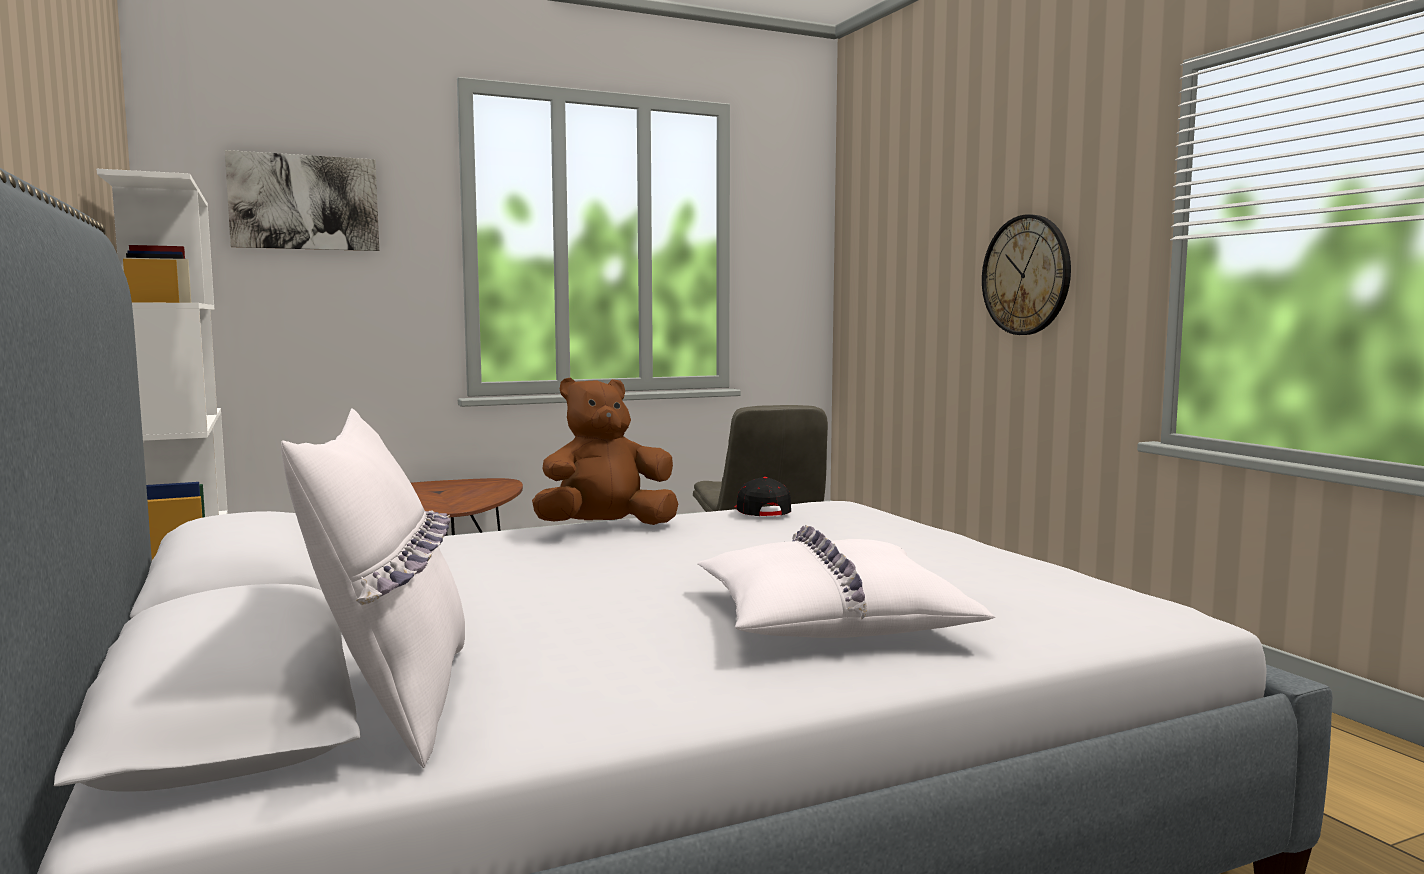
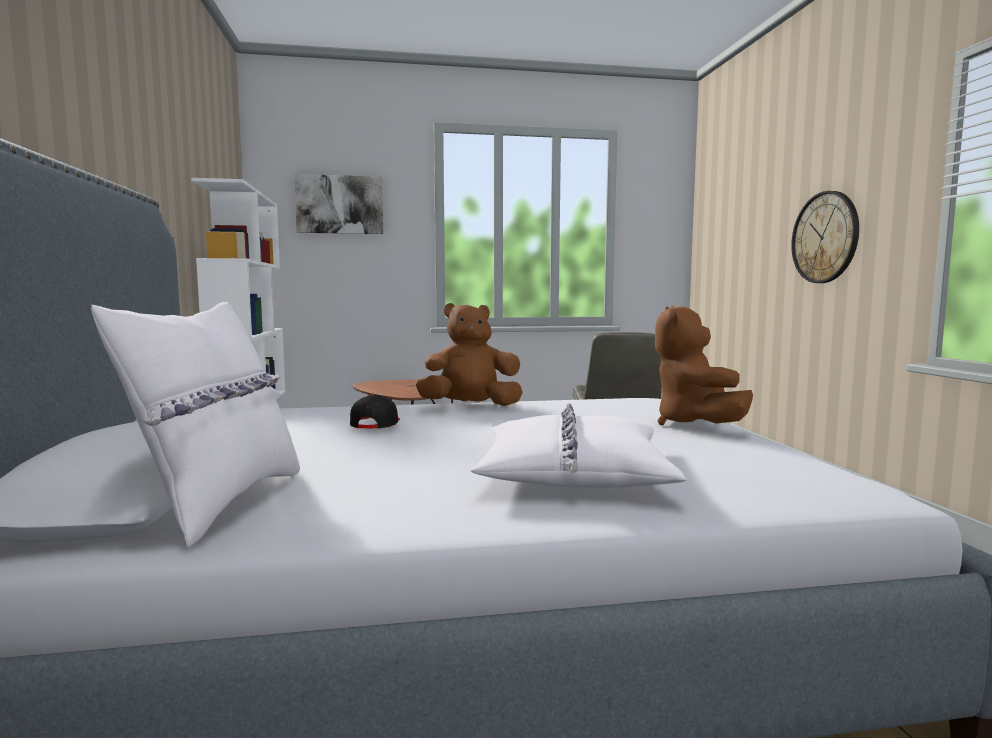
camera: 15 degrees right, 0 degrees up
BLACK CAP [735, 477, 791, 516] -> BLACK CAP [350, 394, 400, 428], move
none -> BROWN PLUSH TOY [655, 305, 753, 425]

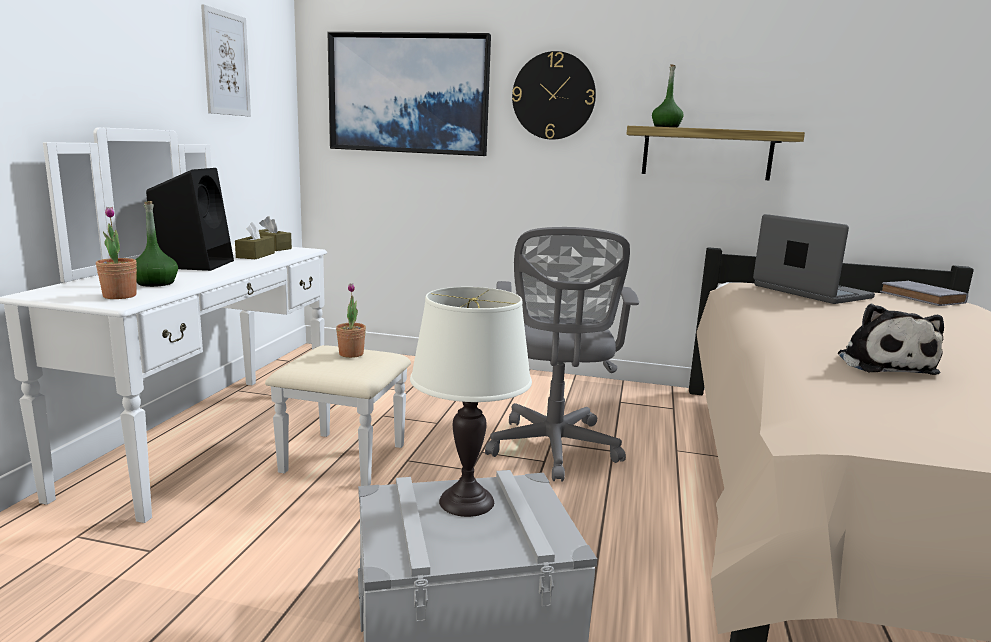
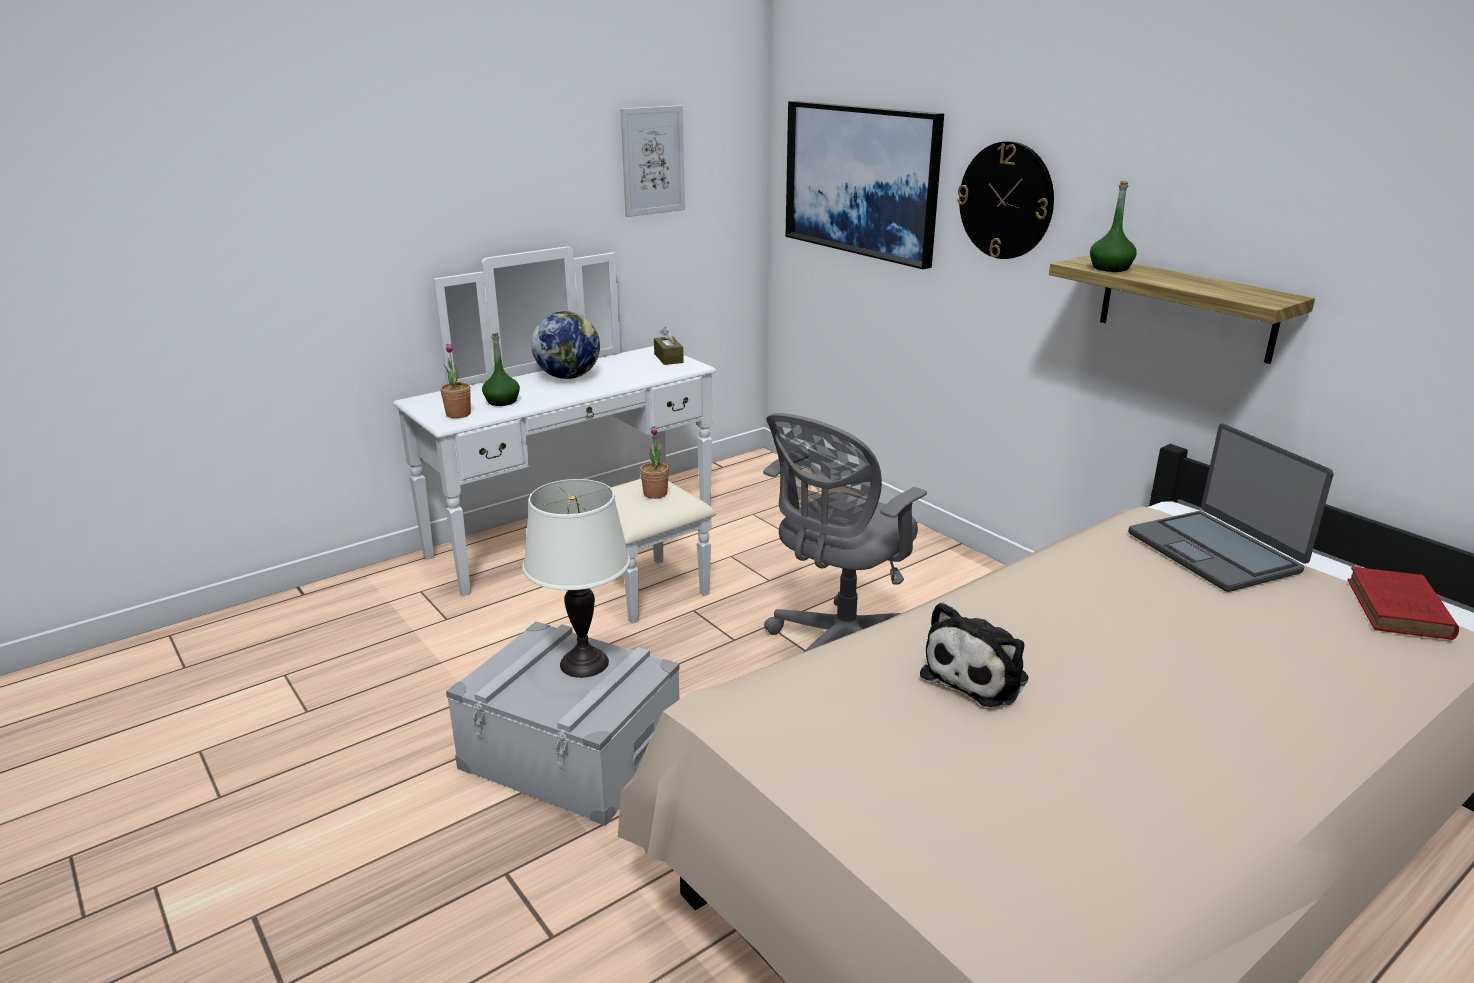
camera: 40 degrees right, 10 degrees up
BLACK SPEAKER [146, 168, 234, 271] -> GLOBE [531, 311, 600, 379]
LAPTOP [753, 214, 875, 304] -> LAPTOP [1128, 424, 1334, 592], 150 degrees clockwise
BROWN TISSUE BOX [235, 221, 275, 259] -> none
GREY BOOK [880, 281, 968, 306] -> RED BOOK [1347, 567, 1459, 640]

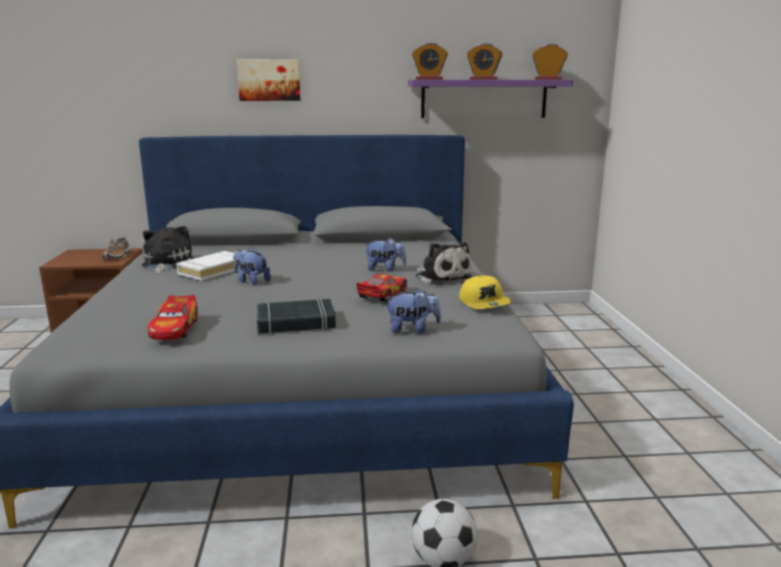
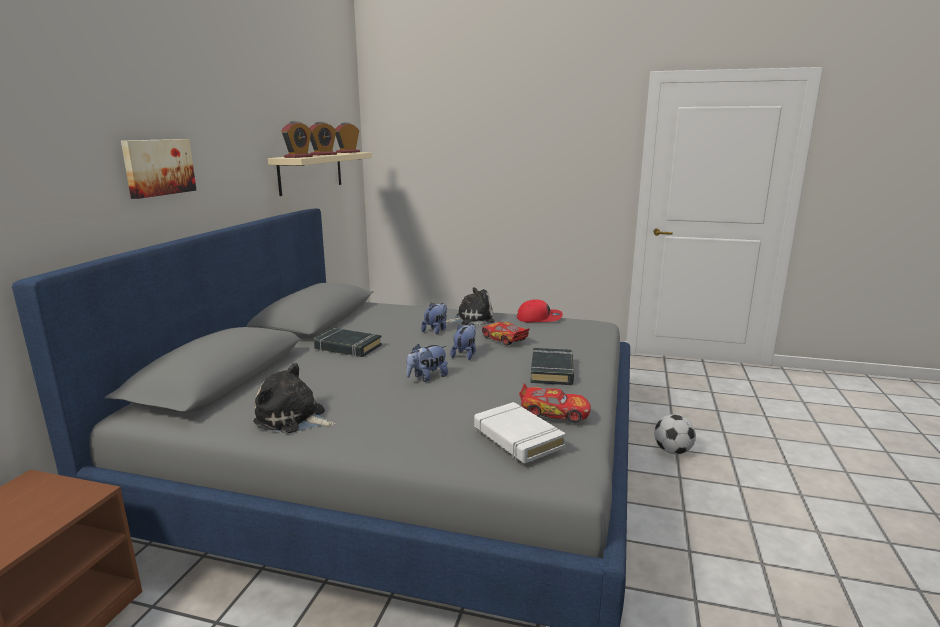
camera: 70 degrees left, 0 degrees up
PURPLE SHELF [408, 80, 573, 118] -> BEIGE SHELF [268, 152, 372, 196]
SHOE [102, 237, 131, 260] -> none
WHITE BOOK [176, 251, 235, 281] -> WHITE BOOK [474, 402, 566, 463], move
YELLOW CAP [459, 275, 512, 309] -> RED CAP [517, 299, 563, 322]
PLUSH TOY [385, 288, 441, 333] -> PLUSH TOY [450, 324, 476, 360], move
none -> BLACK BOOK [314, 328, 382, 357]

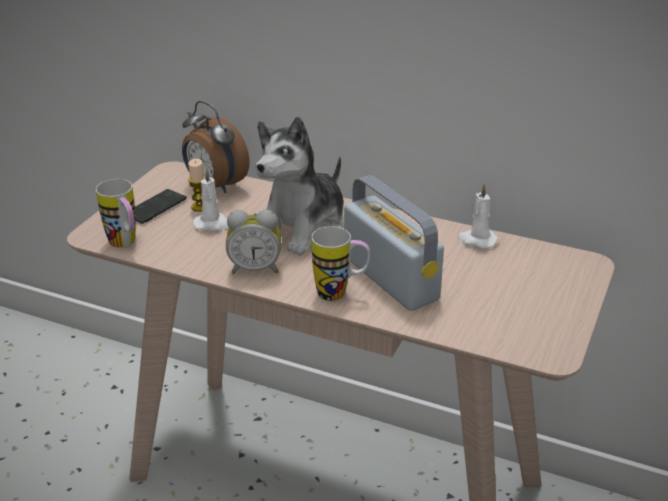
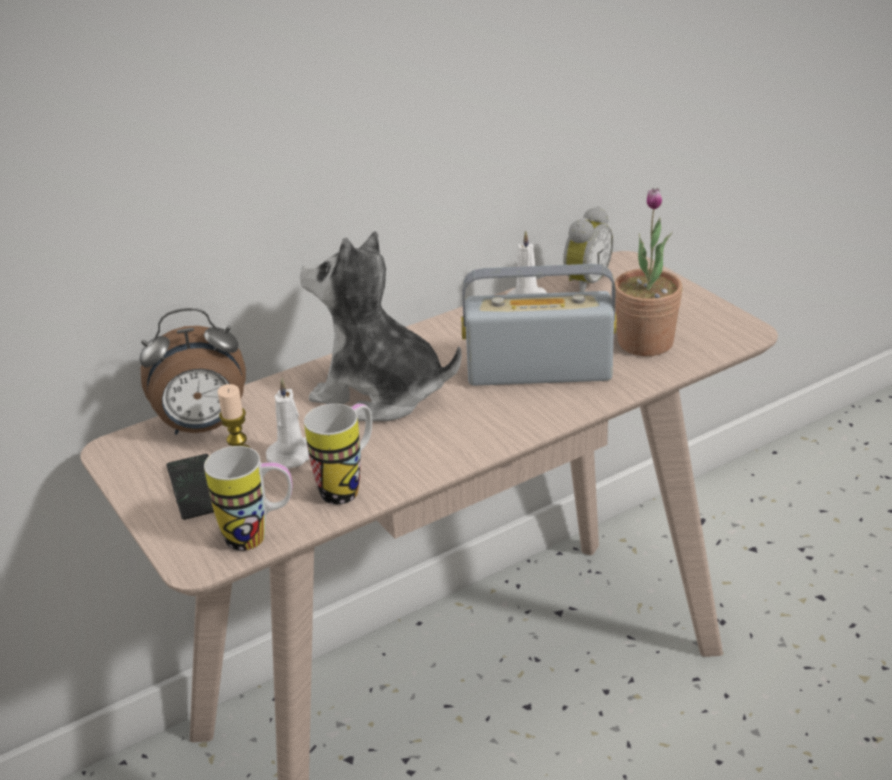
camera: 55 degrees left, 0 degrees up
PLUSH TOY [255, 116, 344, 255] -> PLUSH TOY [300, 231, 462, 421], 135 degrees clockwise
ALARM CLOCK [226, 210, 281, 274] -> ALARM CLOCK [563, 206, 613, 292], move
MUG [311, 226, 371, 301] -> MUG [304, 404, 372, 505], move
none -> POTTED PLANT [615, 188, 683, 356]

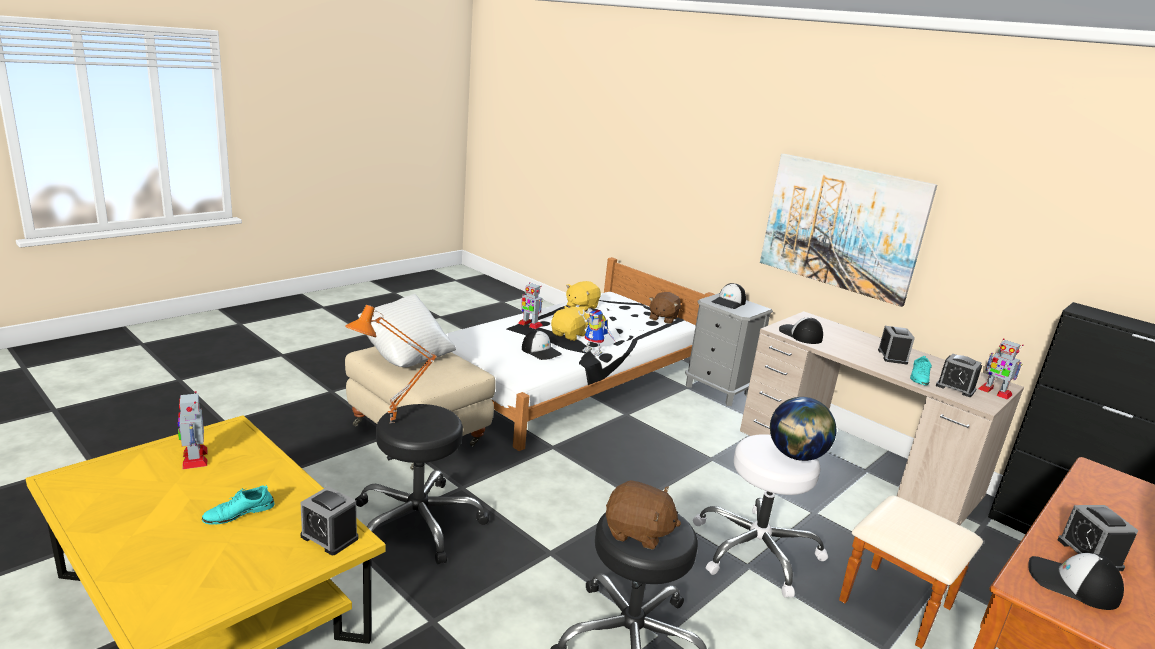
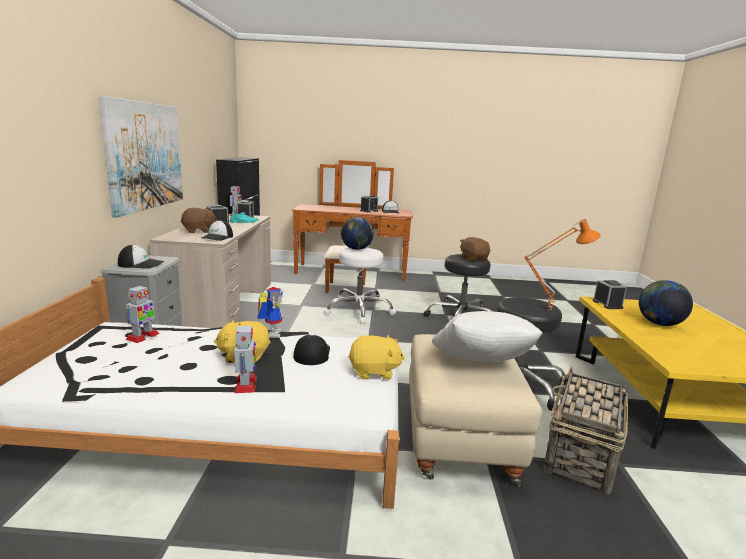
camera: 130 degrees left, 5 degrees down
YELLOW PLUSH TOY [566, 281, 601, 312] -> YELLOW PLUSH TOY [348, 335, 405, 380], move
BROWN PLUSH TOY [649, 292, 681, 324] -> BROWN PLUSH TOY [181, 208, 218, 233], move
TOY ROBOT [178, 391, 208, 469] -> TOY ROBOT [125, 284, 160, 343], move
TURQUOISE SHOE [202, 485, 275, 525] -> GLOBE [639, 280, 693, 326]
none -> BASKET [543, 367, 628, 495]

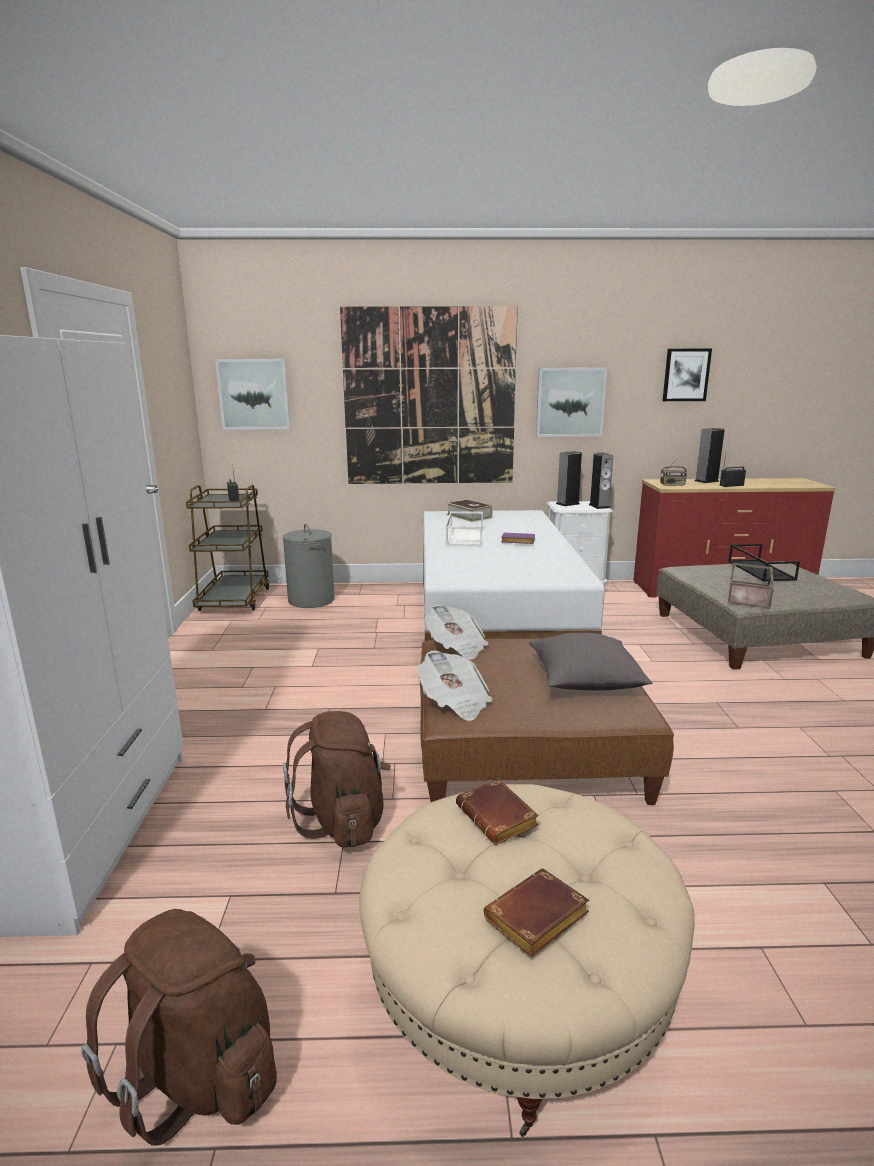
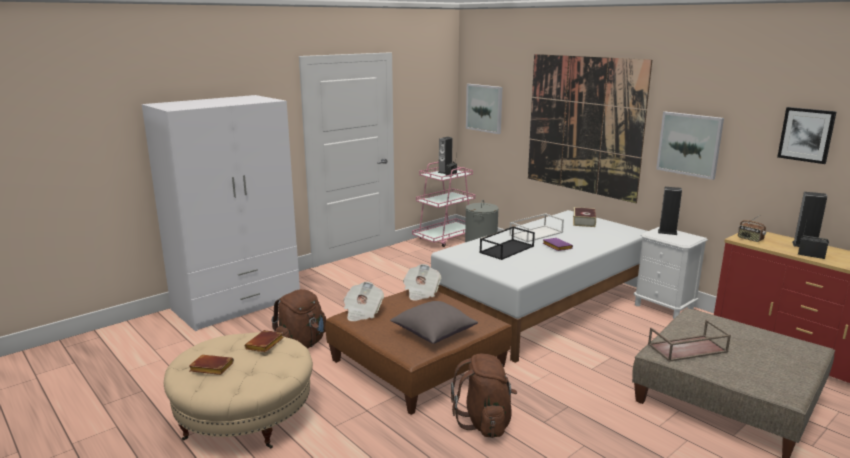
camera: 50 degrees right, 0 degrees up
SPEAKER [589, 452, 613, 509] -> SPEAKER [438, 137, 452, 174], move
BROWN CART [186, 484, 270, 611] -> PINK CART [412, 162, 475, 247]
BLACK TRAY [728, 544, 800, 581] -> BLACK TRAY [479, 226, 535, 260], move
BROWN BACKPACK [81, 909, 277, 1146] -> BROWN BACKPACK [451, 354, 517, 438], move

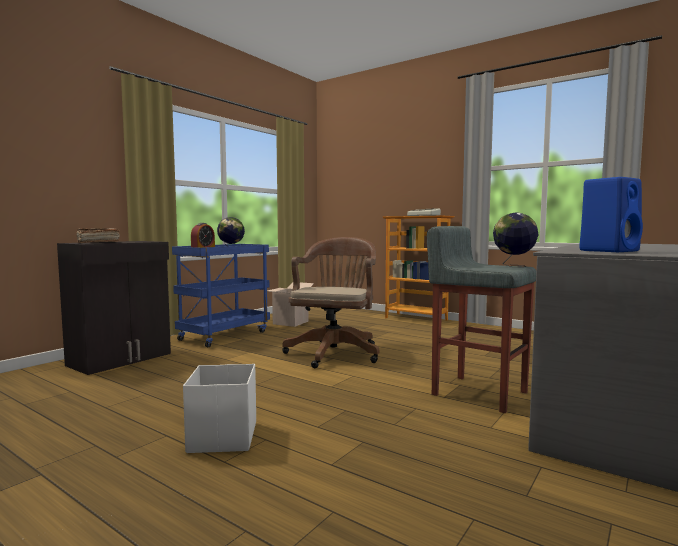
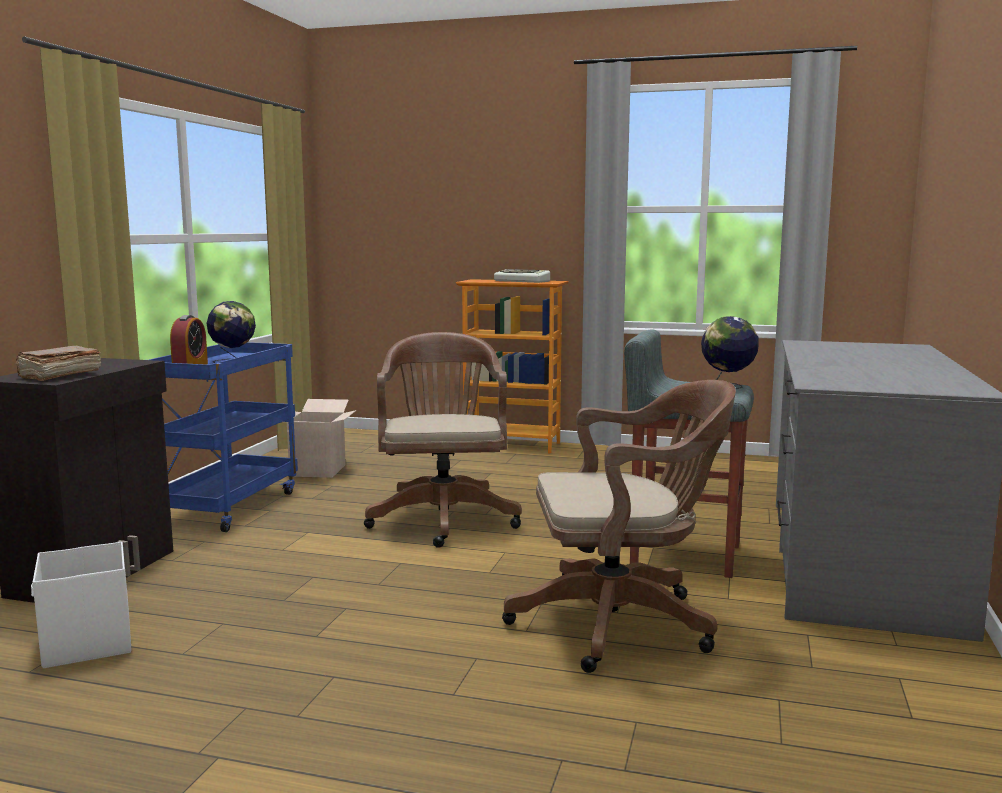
camera: 20 degrees left, 5 degrees up
BLUE SPEAKER [579, 177, 643, 252] -> none
WHITE STORAGE BOX [183, 364, 256, 453] -> WHITE STORAGE BOX [31, 542, 131, 668], move
none -> BROWN OFFICE CHAIR [502, 380, 736, 673]

